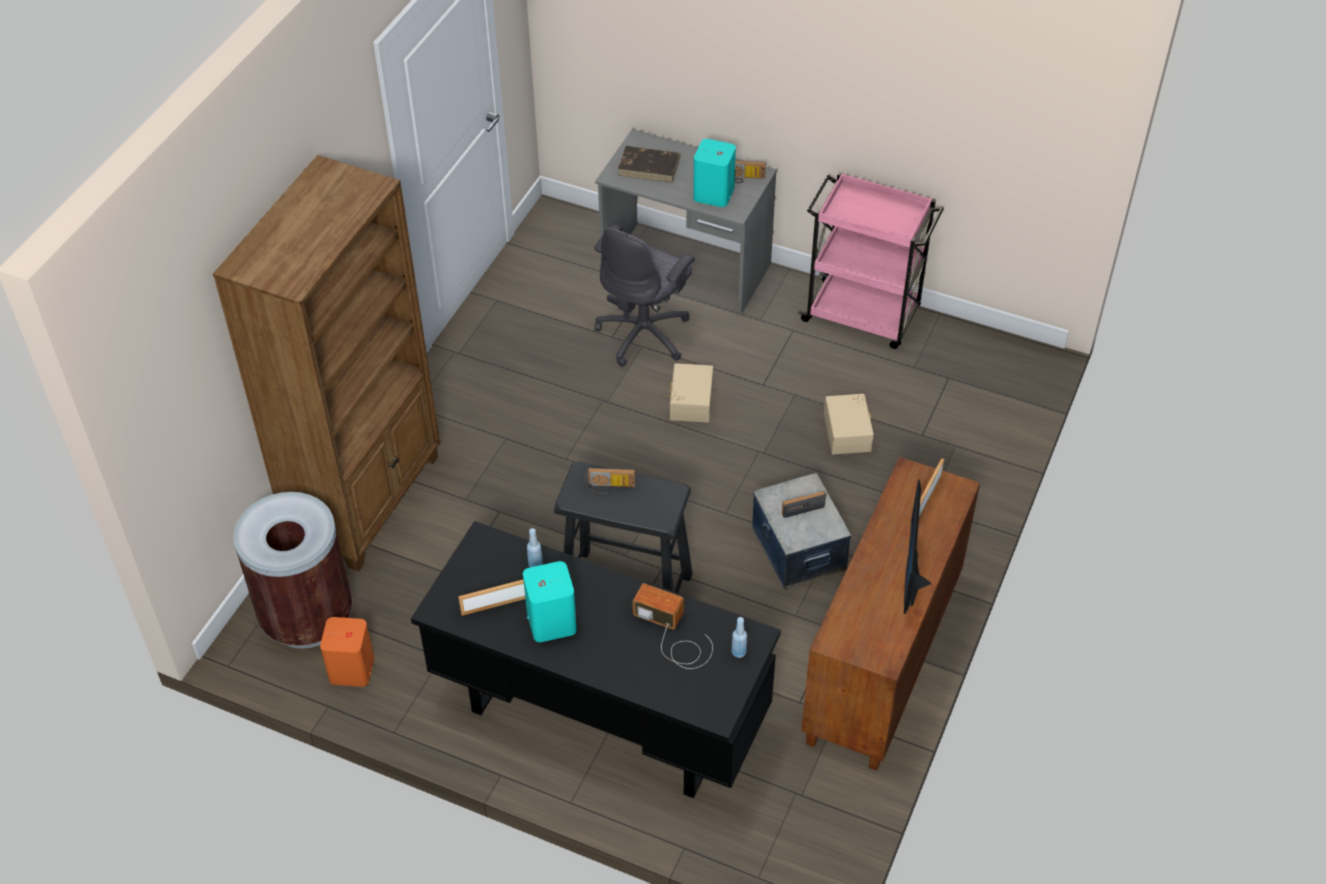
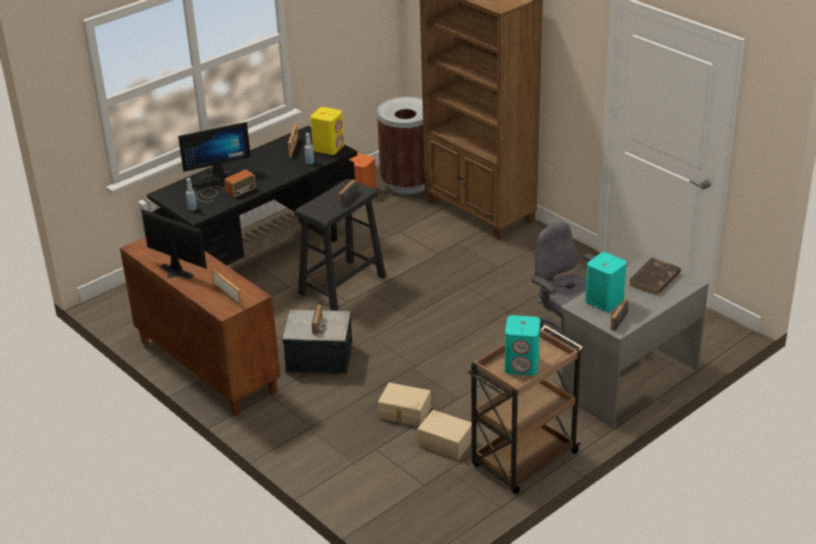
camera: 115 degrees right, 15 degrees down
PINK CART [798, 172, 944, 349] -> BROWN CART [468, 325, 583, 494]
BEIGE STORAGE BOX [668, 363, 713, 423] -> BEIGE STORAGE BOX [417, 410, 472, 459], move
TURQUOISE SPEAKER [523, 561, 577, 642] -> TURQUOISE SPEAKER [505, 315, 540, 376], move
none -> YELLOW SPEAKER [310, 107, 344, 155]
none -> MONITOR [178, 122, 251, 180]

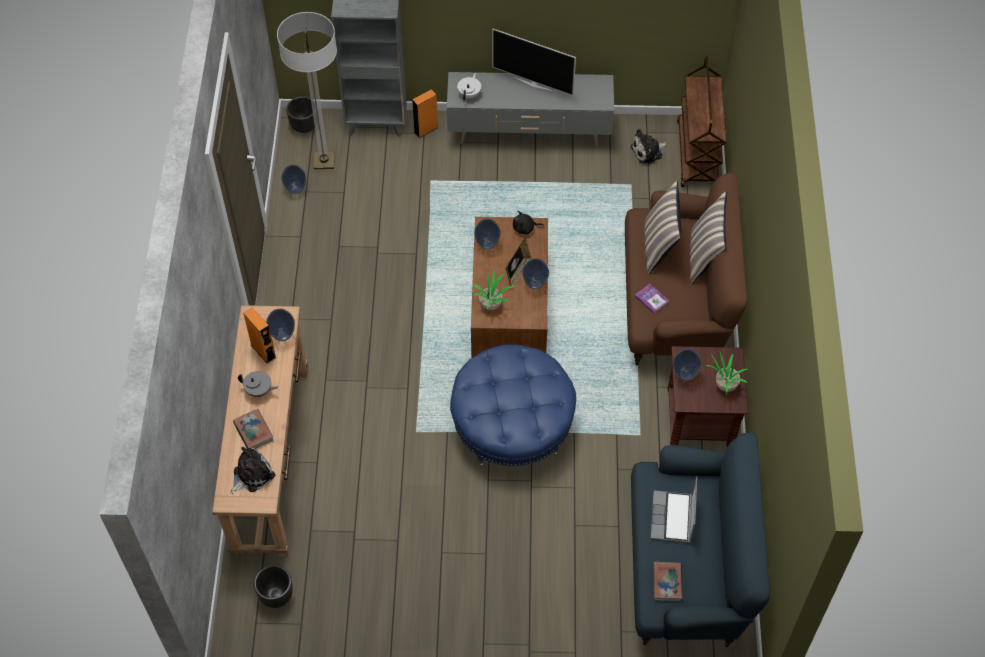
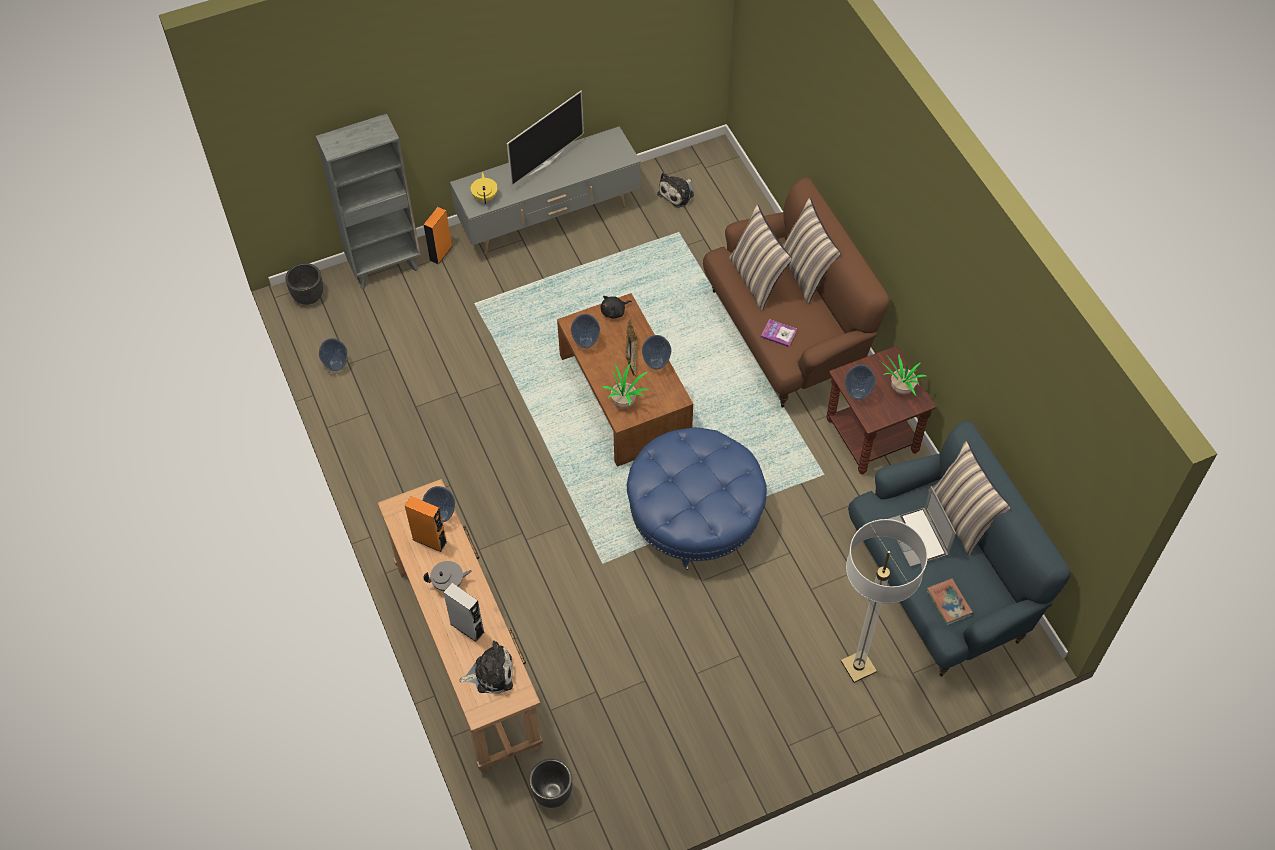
camera: 25 degrees left, 0 degrees up
FLOOR LAMP [277, 12, 337, 169] -> FLOOR LAMP [841, 519, 928, 683], move
TELEVISION [492, 28, 576, 96] -> TELEVISION [507, 91, 584, 186], 45 degrees counterclockwise
BROWN CART [677, 56, 727, 187] -> none
WHITE TEAPOT [457, 73, 481, 100] -> YELLOW TEAPOT [471, 172, 498, 204]
BOOK [233, 409, 273, 449] -> GREY SPEAKER [443, 583, 485, 642]
PLUSH TOY [231, 447, 275, 494] -> PLUSH TOY [459, 641, 513, 694], 60 degrees clockwise
none -> PILLOW [928, 441, 1011, 556]

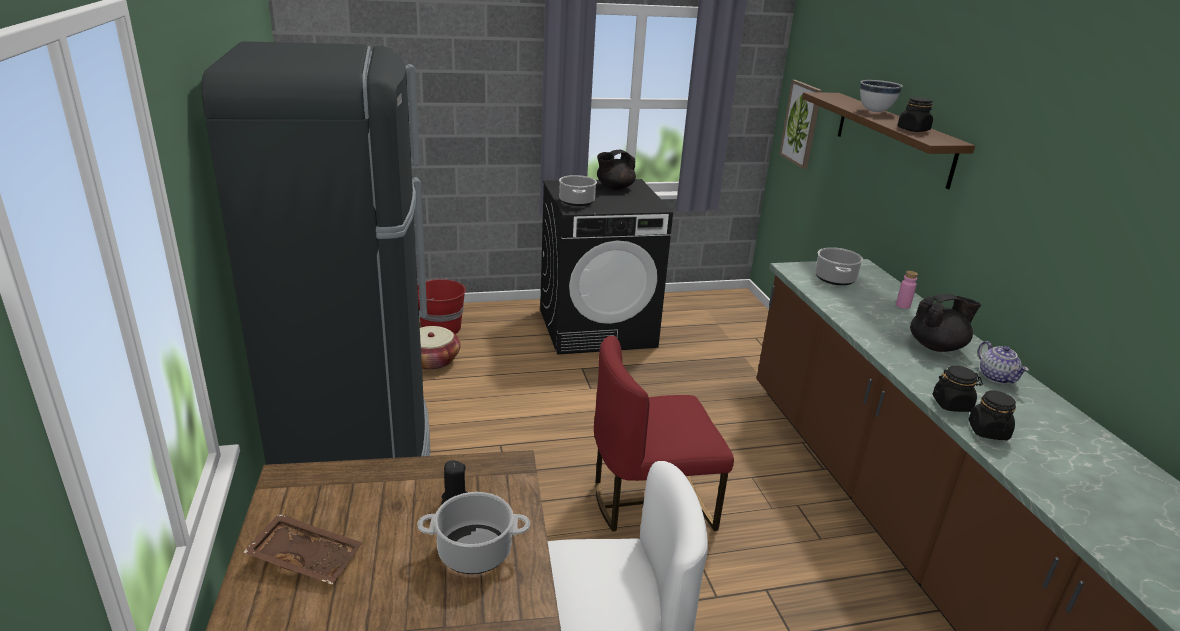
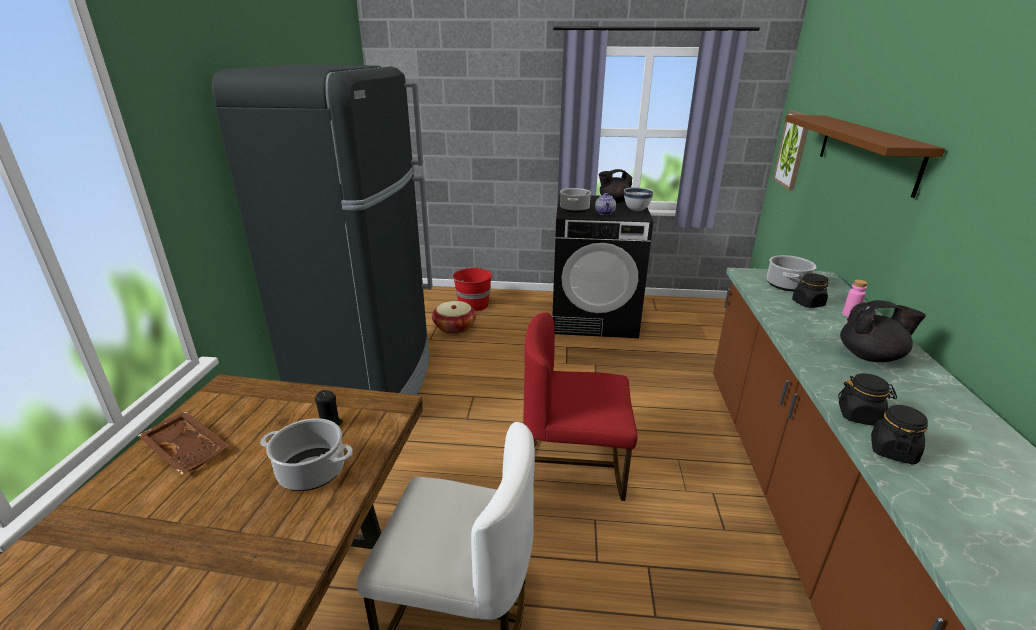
camera: 20 degrees right, 0 degrees up
WHITE BOWL [860, 80, 903, 112] -> WHITE BOWL [624, 187, 654, 211], move
BLACK JAR [898, 97, 933, 132] -> BLACK JAR [792, 273, 828, 308], move
TEAPOT [978, 341, 1029, 384] -> TEAPOT [595, 193, 616, 215], move

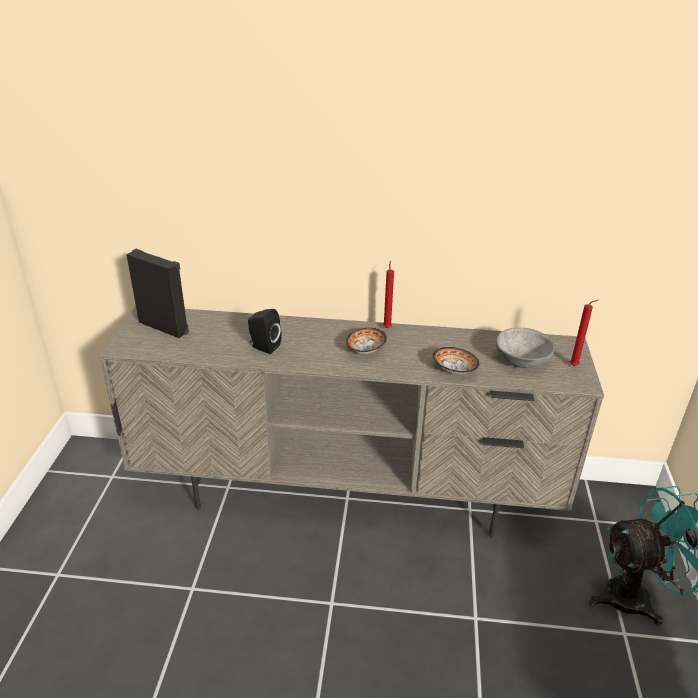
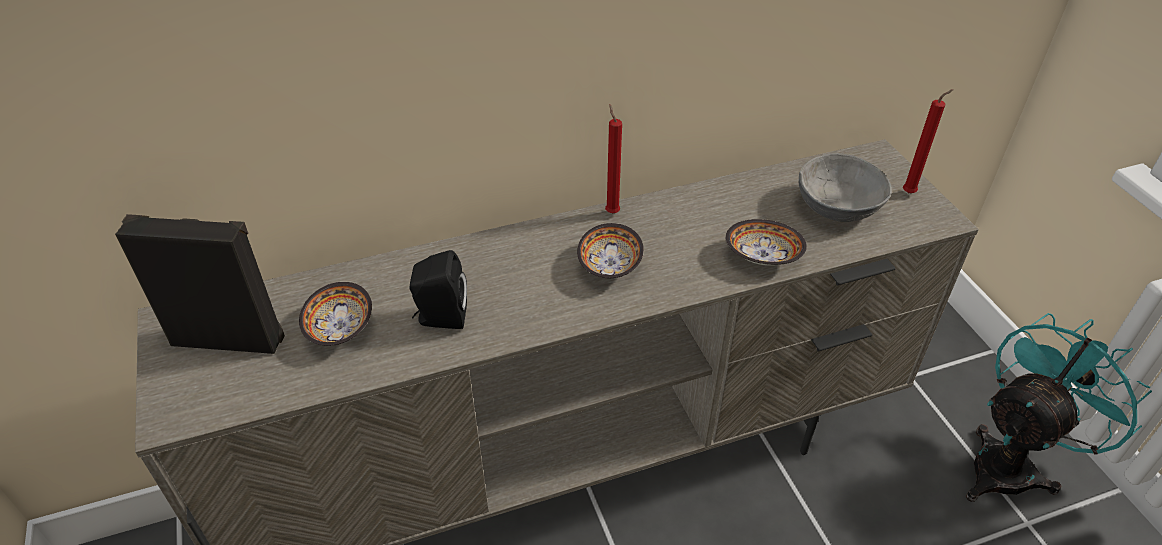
camera: 25 degrees left, 10 degrees up
none -> BOWL [299, 282, 372, 346]

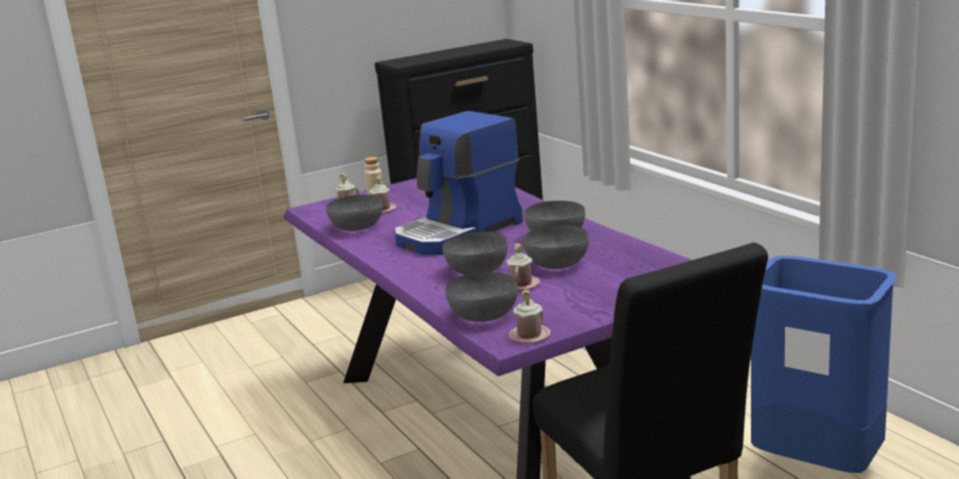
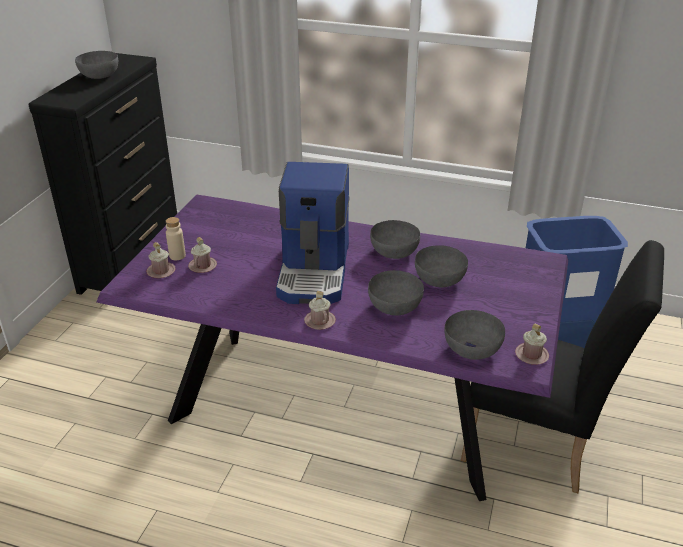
camera: 45 degrees left, 15 degrees up
GREY BOWL [326, 195, 383, 231] -> GREY BOWL [75, 51, 118, 79], move
PINK MUG [507, 243, 540, 290] -> PINK MUG [304, 291, 336, 330], move

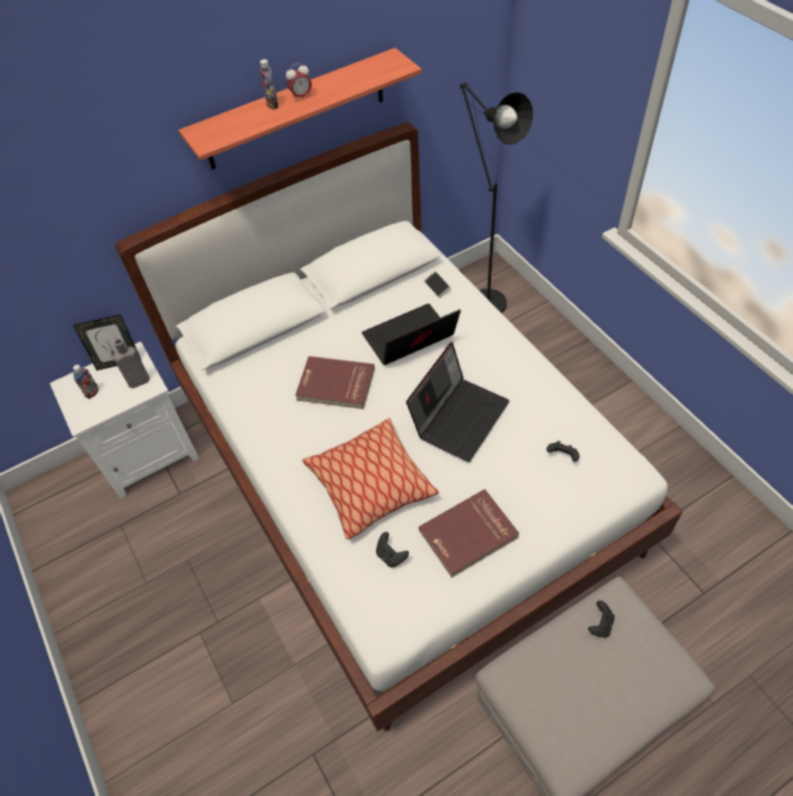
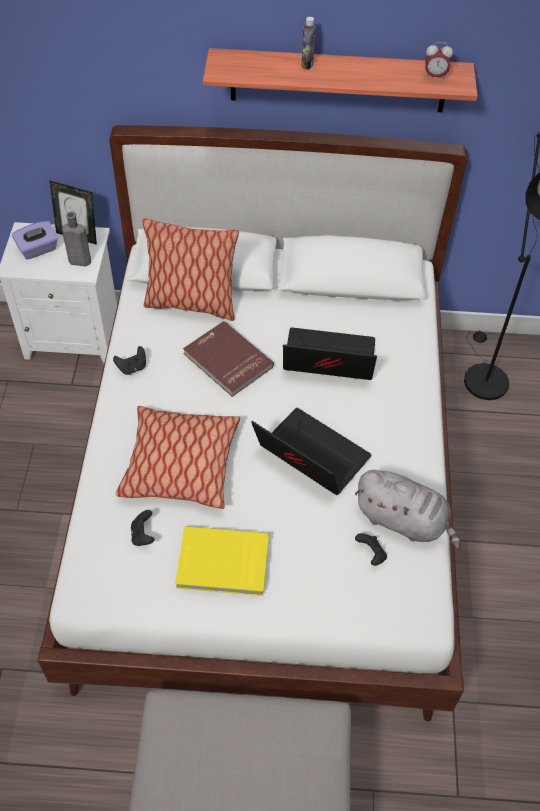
camera: 30 degrees right, 0 degrees up
ALARM CLOCK [286, 63, 312, 101] -> ALARM CLOCK [425, 42, 453, 80], move
PHONE [424, 271, 451, 298] -> none
LAPTOP [406, 342, 509, 462] -> LAPTOP [251, 408, 371, 495], 120 degrees counterclockwise
BOTTLE [73, 365, 99, 399] -> PURPLE TISSUE BOX [12, 221, 58, 260]
RED BOOK [419, 489, 519, 578] -> YELLOW BOOK [175, 526, 269, 596]
BLACK GAME CONTROLLER [588, 600, 615, 638] -> BLACK GAME CONTROLLER [113, 346, 146, 375], move
none -> PILLOW [142, 218, 239, 321]
none -> GREY PLUSH TOY [355, 470, 461, 549]

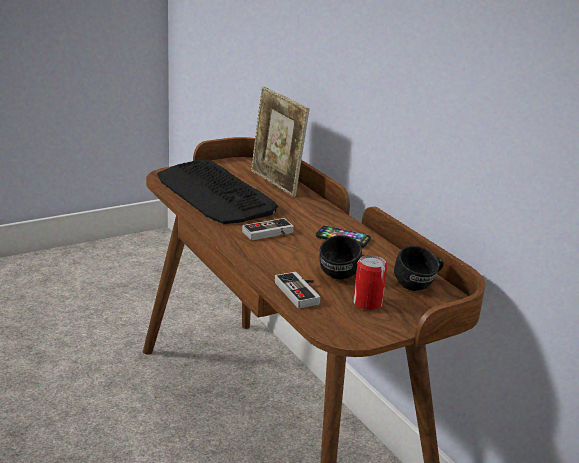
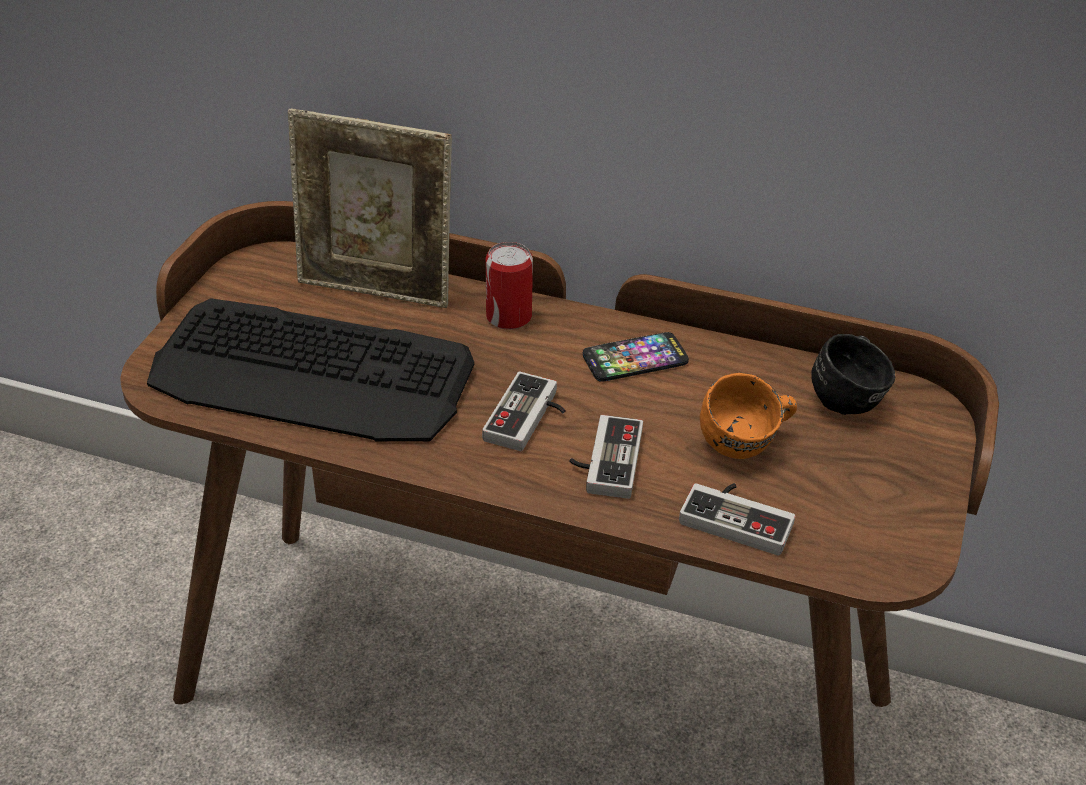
camera: 40 degrees left, 15 degrees up
BLACK MUG [319, 235, 365, 279] -> ORANGE MUG [700, 373, 797, 459]
CAN [353, 255, 387, 311] -> CAN [486, 242, 533, 330], move
none -> GAME CONTROLLER [569, 415, 643, 499]

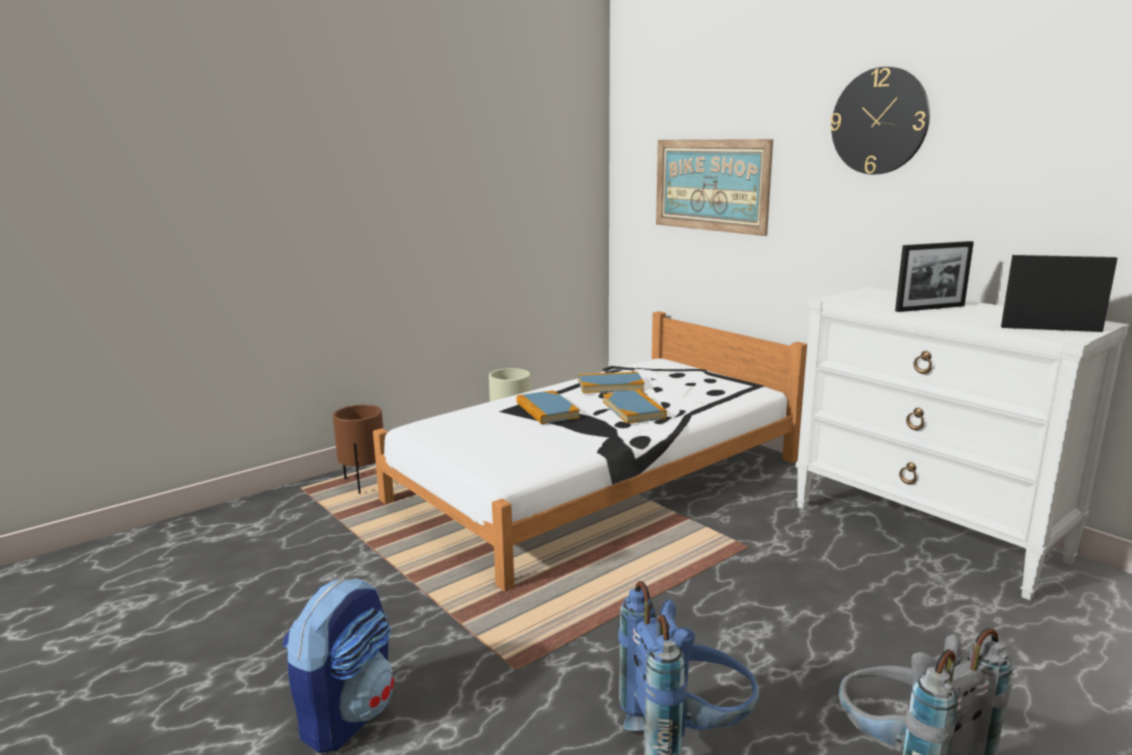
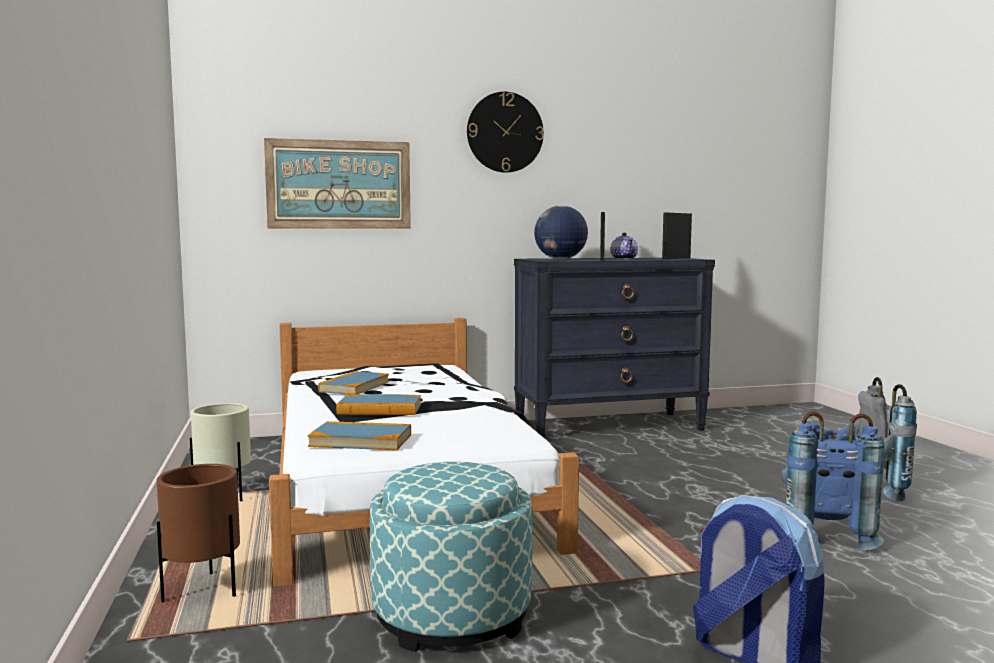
camera: 65 degrees left, 10 degrees down
WHITE DRESSER [796, 286, 1129, 600] -> BLACK DRESSER [514, 257, 715, 437]
BOOK [603, 390, 667, 424] -> BOOK [308, 421, 411, 450], move
none -> GLOBE [534, 205, 588, 259]
none -> TEAPOT [611, 233, 638, 259]
none -> OTTOMAN [370, 462, 533, 652]

